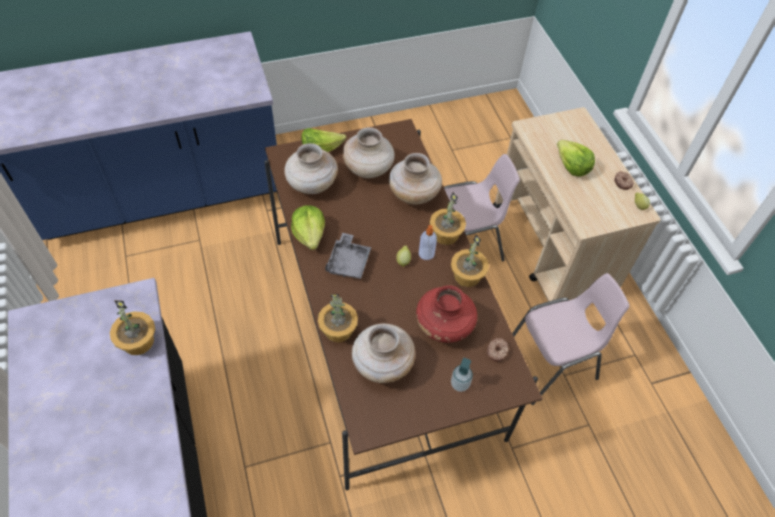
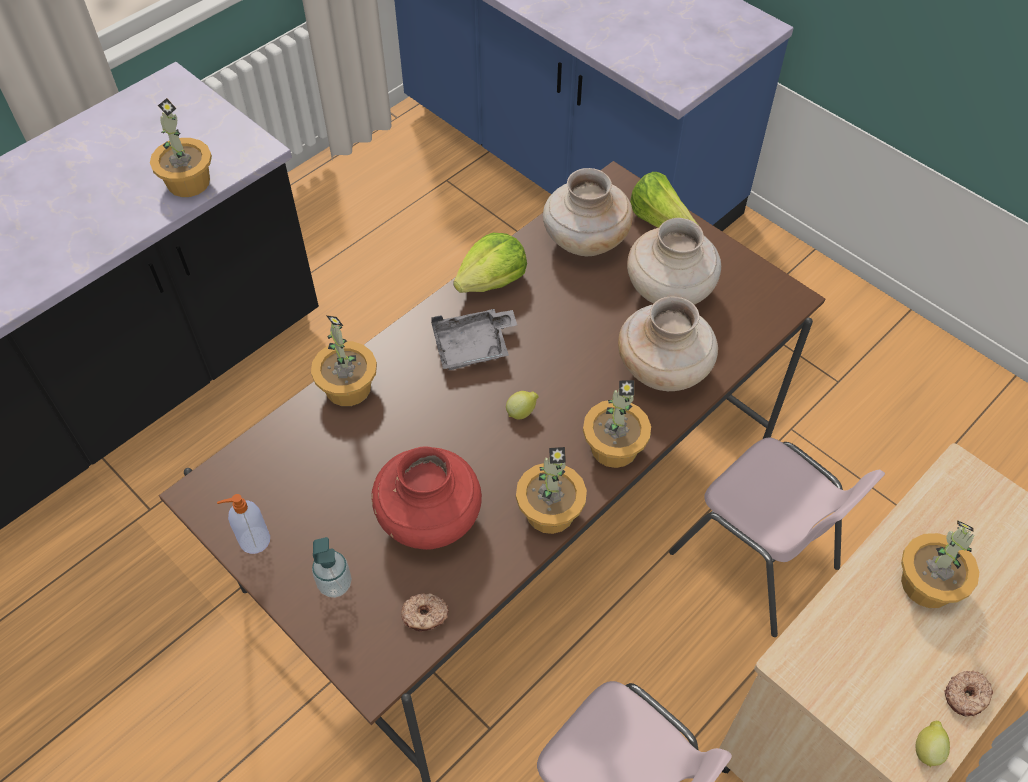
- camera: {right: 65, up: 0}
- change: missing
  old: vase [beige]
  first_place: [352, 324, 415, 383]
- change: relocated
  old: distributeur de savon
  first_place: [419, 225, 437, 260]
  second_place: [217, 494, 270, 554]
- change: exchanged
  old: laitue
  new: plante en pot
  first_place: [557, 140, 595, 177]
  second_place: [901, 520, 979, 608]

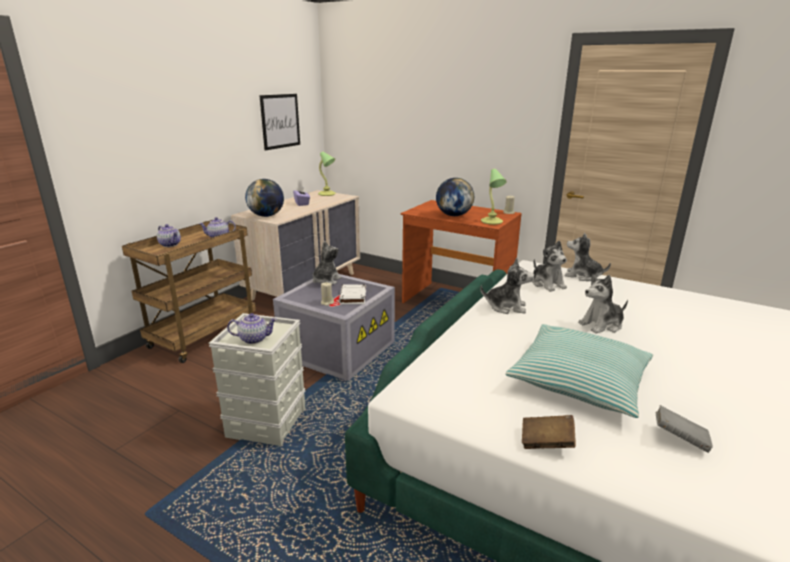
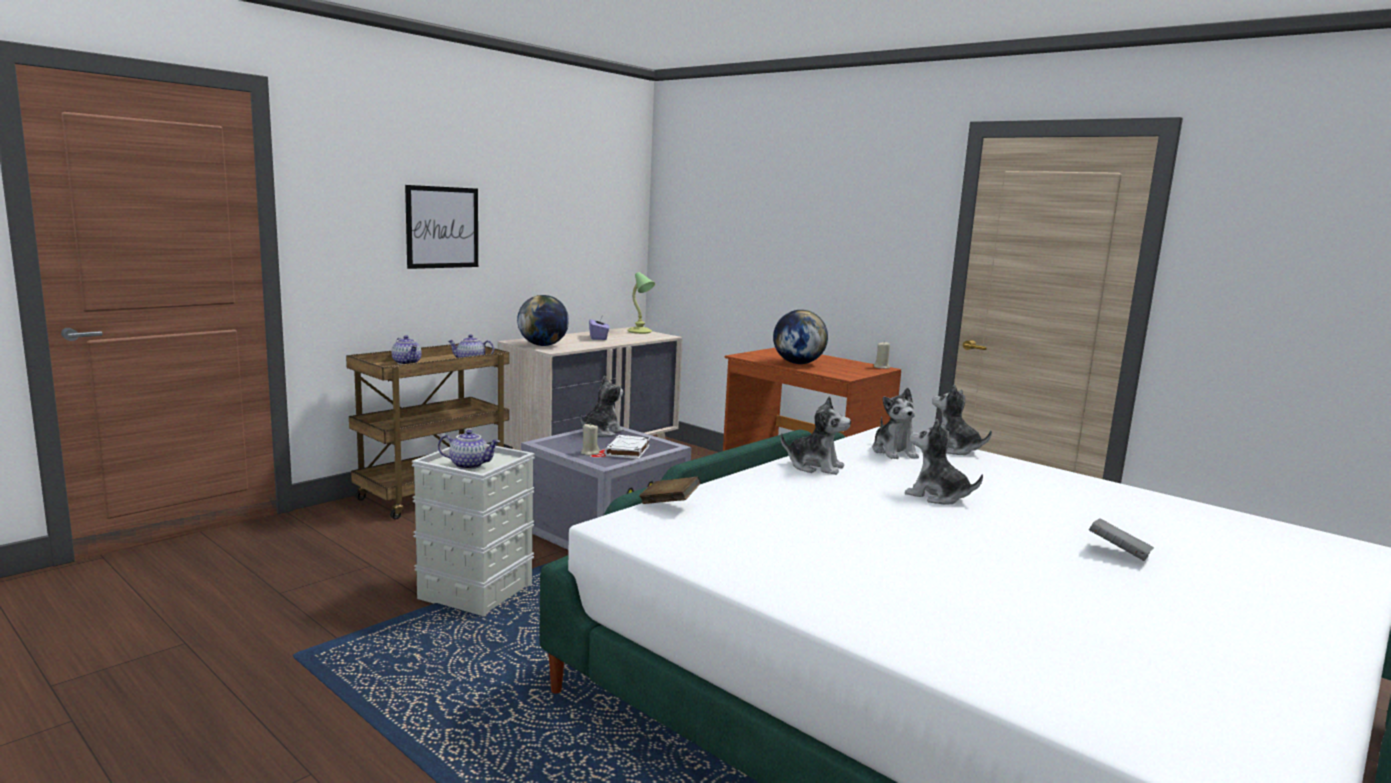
- camera: {right: 10, up: -10}
- change: relocated
  old: tableau
  first_place: [259, 94, 300, 150]
  second_place: [405, 185, 478, 269]
- change: missing
  old: lampe de table
  first_place: [481, 169, 507, 225]
- change: missing
  old: coussin
  first_place: [505, 324, 653, 418]
- change: relocated
  old: livre [marron]
  first_place: [522, 415, 576, 449]
  second_place: [639, 477, 700, 504]
- change: spun
  old: peluche
  first_place: [578, 275, 628, 334]
  second_place: [905, 419, 983, 505]
  degrees: 45
- change: relocated
  old: livre [gris]
  first_place: [656, 405, 713, 453]
  second_place: [1089, 518, 1154, 561]

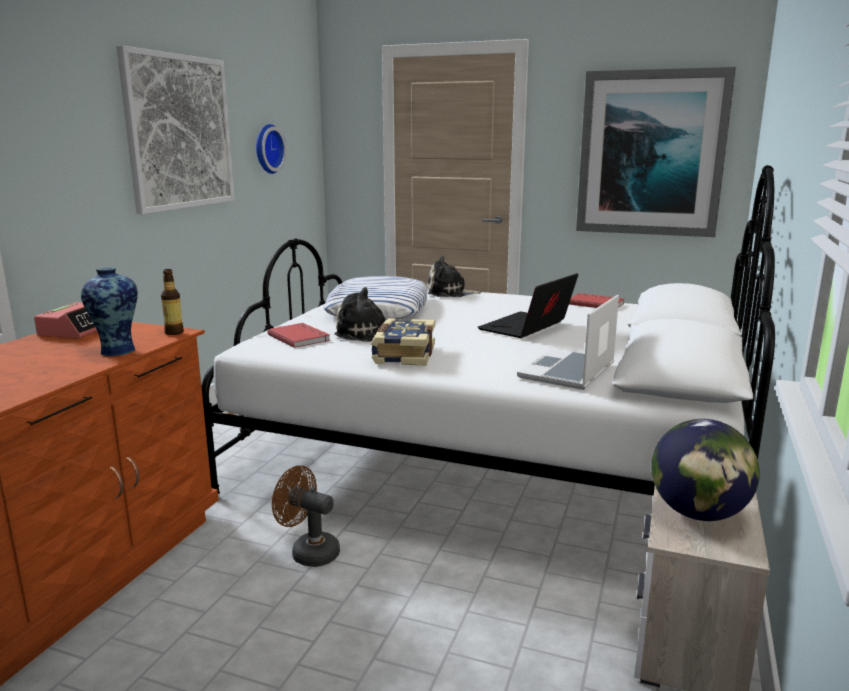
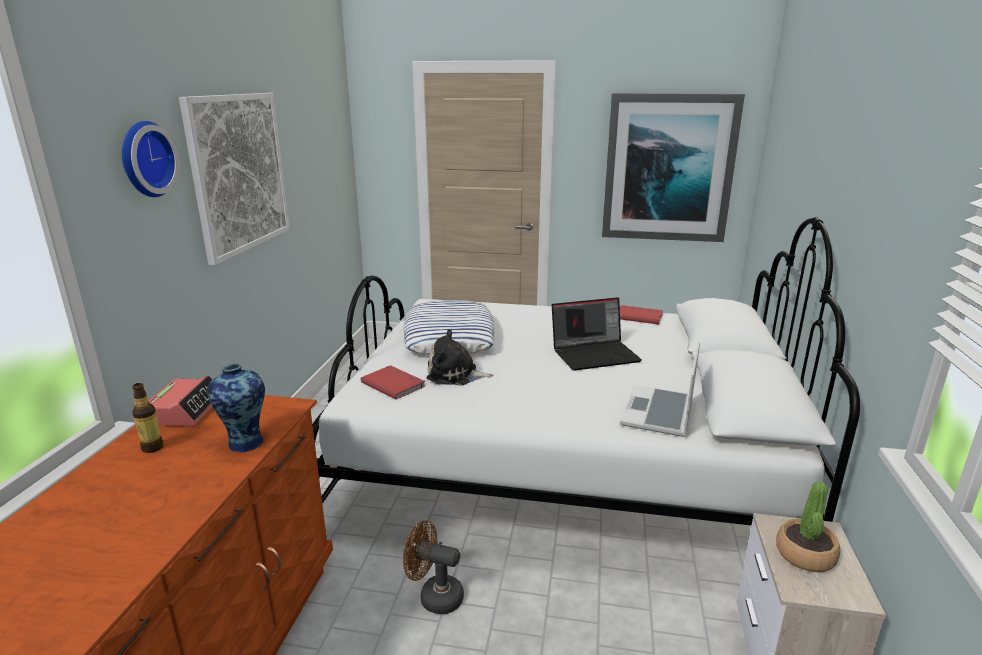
- camera: {right: -10, up: 5}
- change: relocated
  old: bouteille
  first_place: [161, 269, 184, 335]
  second_place: [132, 383, 164, 453]
- change: relocated
  old: horloge murale
  first_place: [256, 124, 286, 174]
  second_place: [122, 121, 179, 197]
- change: missing
  old: livre
  first_place: [371, 318, 435, 366]
- change: missing
  old: peluche
  first_place: [428, 256, 482, 297]
- change: spun
  old: ordinateur portable
  first_place: [478, 273, 578, 338]
  second_place: [552, 297, 642, 371]
  degrees: -135
- change: exchanged
  old: globe
  new: plante en pot
  first_place: [651, 419, 760, 521]
  second_place: [776, 481, 840, 572]

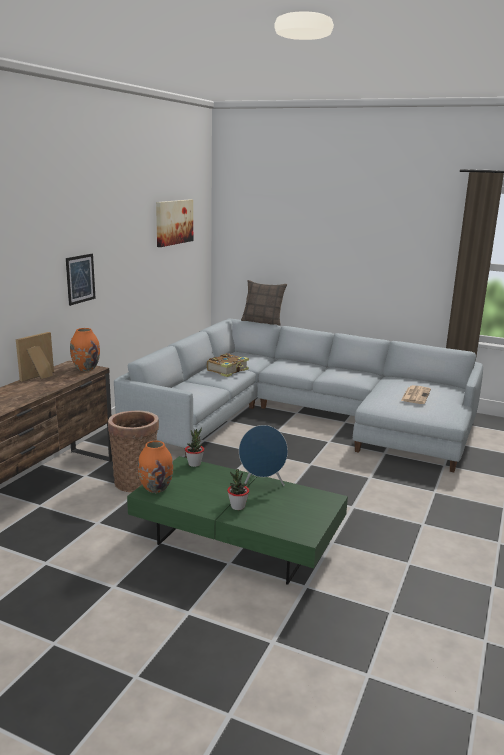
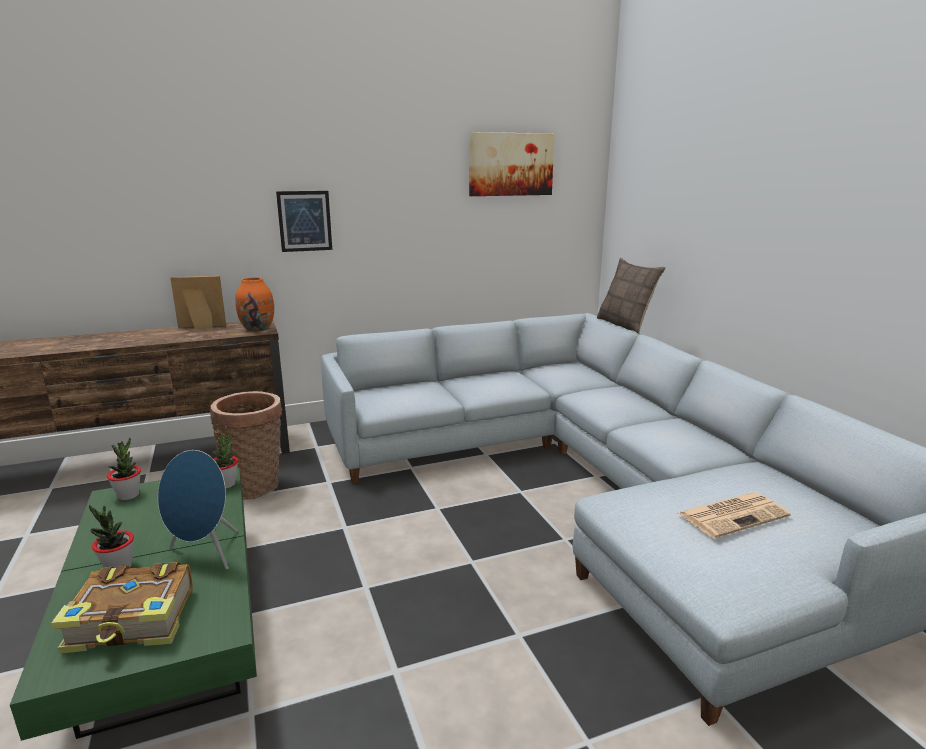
- camera: {right: 45, up: 0}
- change: exchanged
  old: vase [orange]
  new: plante en pot
  first_place: [138, 441, 173, 493]
  second_place: [107, 438, 141, 500]
- change: relocated
  old: livre
  first_place: [207, 353, 249, 377]
  second_place: [51, 562, 193, 653]

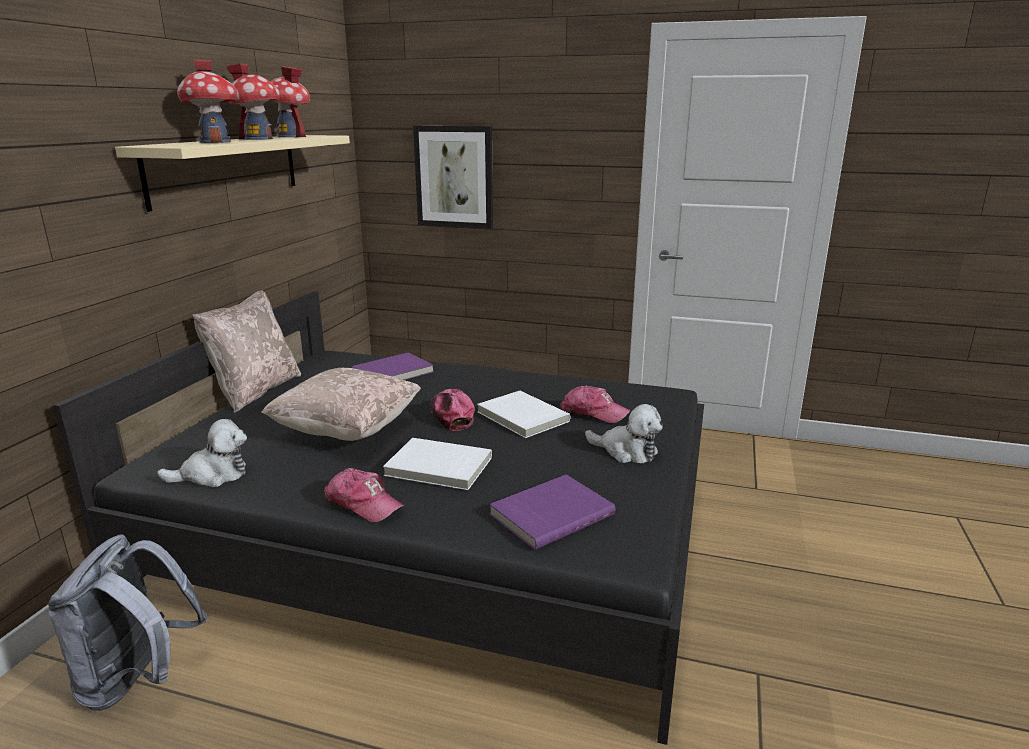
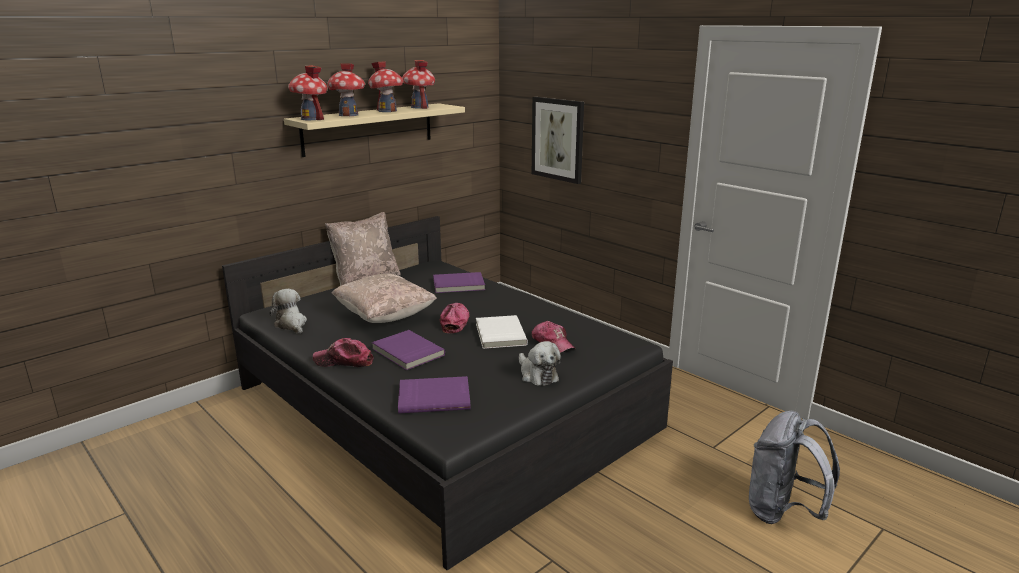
- camera: {right: 30, up: 0}
- change: relocated
  old: sac à dos [gris]
  first_place: [48, 534, 207, 711]
  second_place: [749, 411, 840, 524]
- change: spun
  old: peluche
  first_place: [157, 419, 247, 488]
  second_place: [269, 289, 307, 334]
  degrees: -135
- change: spun
  old: casquette
  first_place: [324, 468, 405, 523]
  second_place: [313, 338, 373, 367]
  degrees: 120
- change: colour
  old: livre [blanc]
  new: livre [violet]
  first_place: [383, 438, 492, 490]
  second_place: [372, 330, 445, 370]
- change: appeared
  new: maison miniature
  second_place: [288, 65, 327, 120]

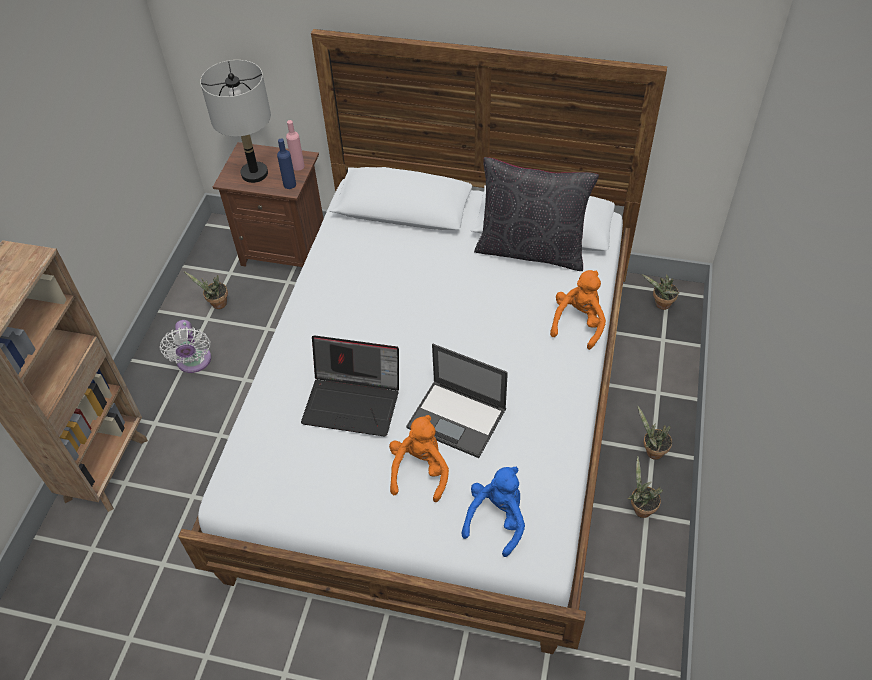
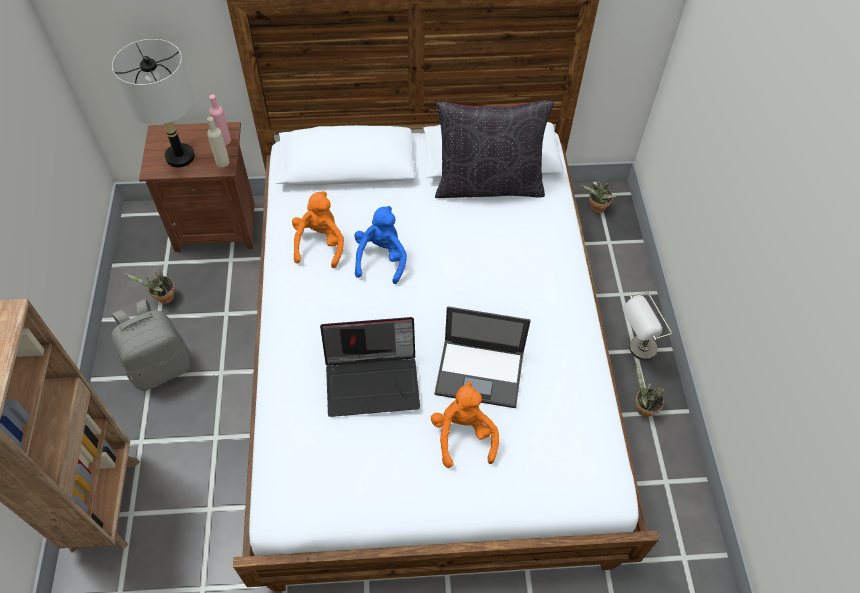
- camera: {right: -20, up: 5}
- change: exchanged
  old: ventilateur [blanc]
  new: sac à dos [gris]
  first_place: [160, 320, 211, 373]
  second_place: [111, 299, 191, 391]
- change: colour
  old: bouteille [bleu]
  new: bouteille [beige]
  first_place: [277, 139, 296, 189]
  second_place: [207, 117, 230, 167]
- change: relocated
  old: peluche [bleu]
  first_place: [462, 467, 525, 557]
  second_place: [354, 206, 407, 284]
- change: relocated
  old: peluche [orange]
  first_place: [550, 270, 606, 350]
  second_place: [292, 191, 344, 268]
- change: exchanged
  old: plante en pot
  new: lampe de table [gris]
  first_place: [637, 406, 672, 460]
  second_place: [623, 292, 672, 360]

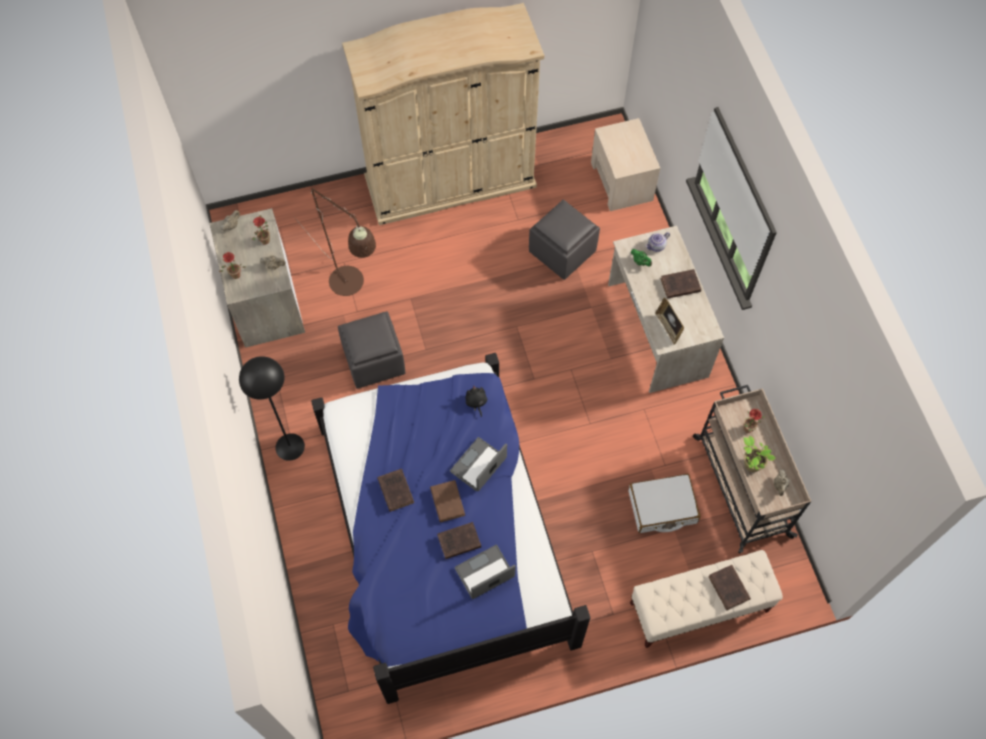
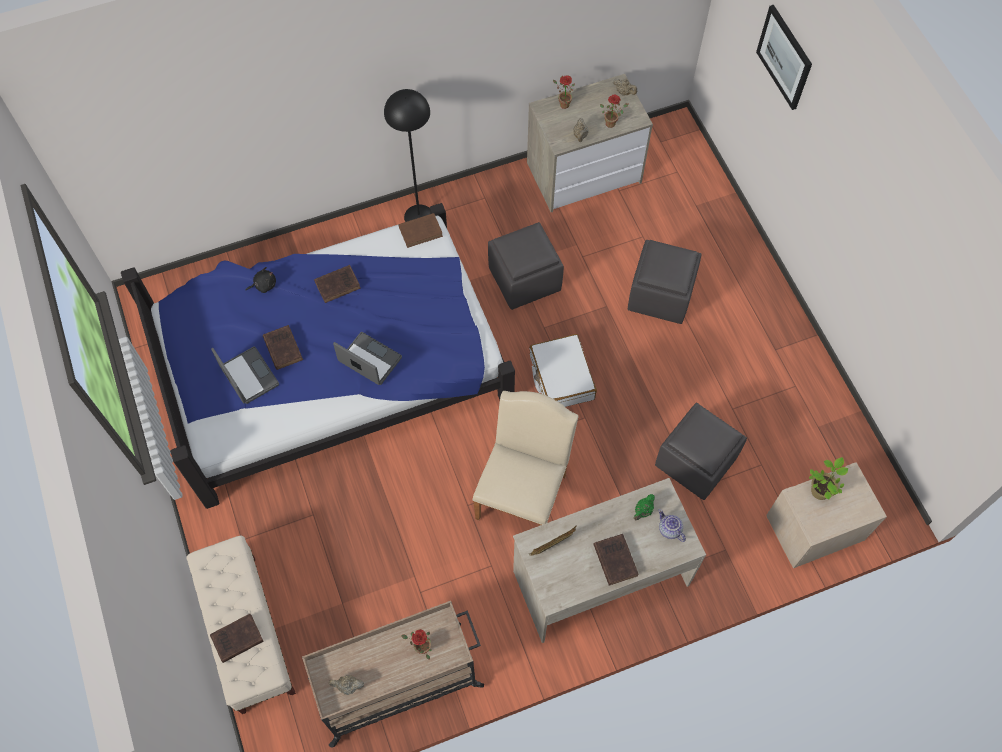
- camera: {right: 85, up: 0}
- change: missing
  old: lampadaire [marron]
  first_place: [293, 188, 376, 296]
- change: missing
  old: armoire [beige]
  first_place: [342, 3, 544, 225]
- change: relocated
  old: livre [marron]
  first_place: [430, 480, 465, 522]
  second_place: [398, 213, 443, 248]
- change: relocated
  old: peluche [noir]
  first_place: [466, 385, 487, 417]
  second_place: [246, 267, 276, 293]
- change: relocated
  old: valise [blanc]
  first_place: [628, 474, 701, 533]
  second_place: [529, 334, 597, 407]
- change: relocated
  old: plante en pot
  first_place: [743, 436, 776, 472]
  second_place: [809, 457, 848, 500]
- change: appeared
  new: chaise [beige]
  second_place: [472, 391, 578, 526]
- change: appeared
  new: pouf [gris]
  second_place: [628, 240, 701, 324]
- change: appeared
  new: tableau
  second_place: [756, 5, 812, 110]

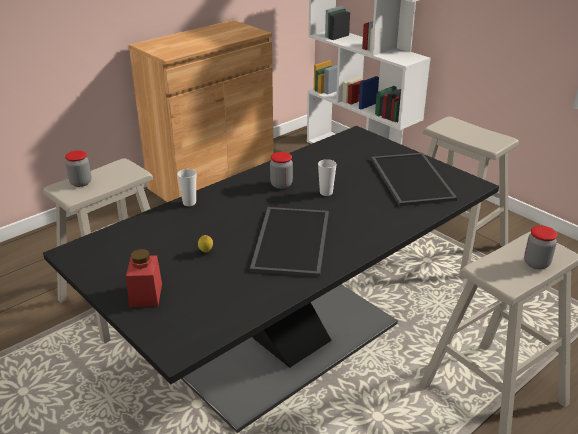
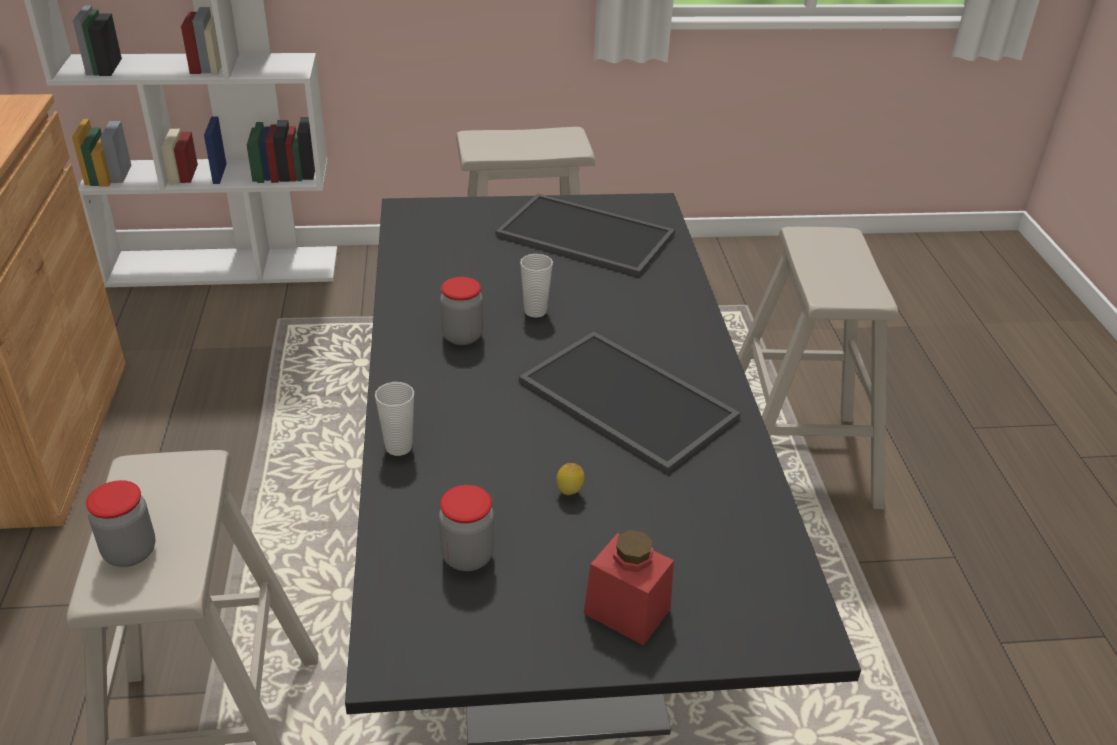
- camera: {right: -55, up: 5}
- change: relocated
  old: bocal
  first_place: [524, 226, 558, 270]
  second_place: [439, 485, 494, 571]

